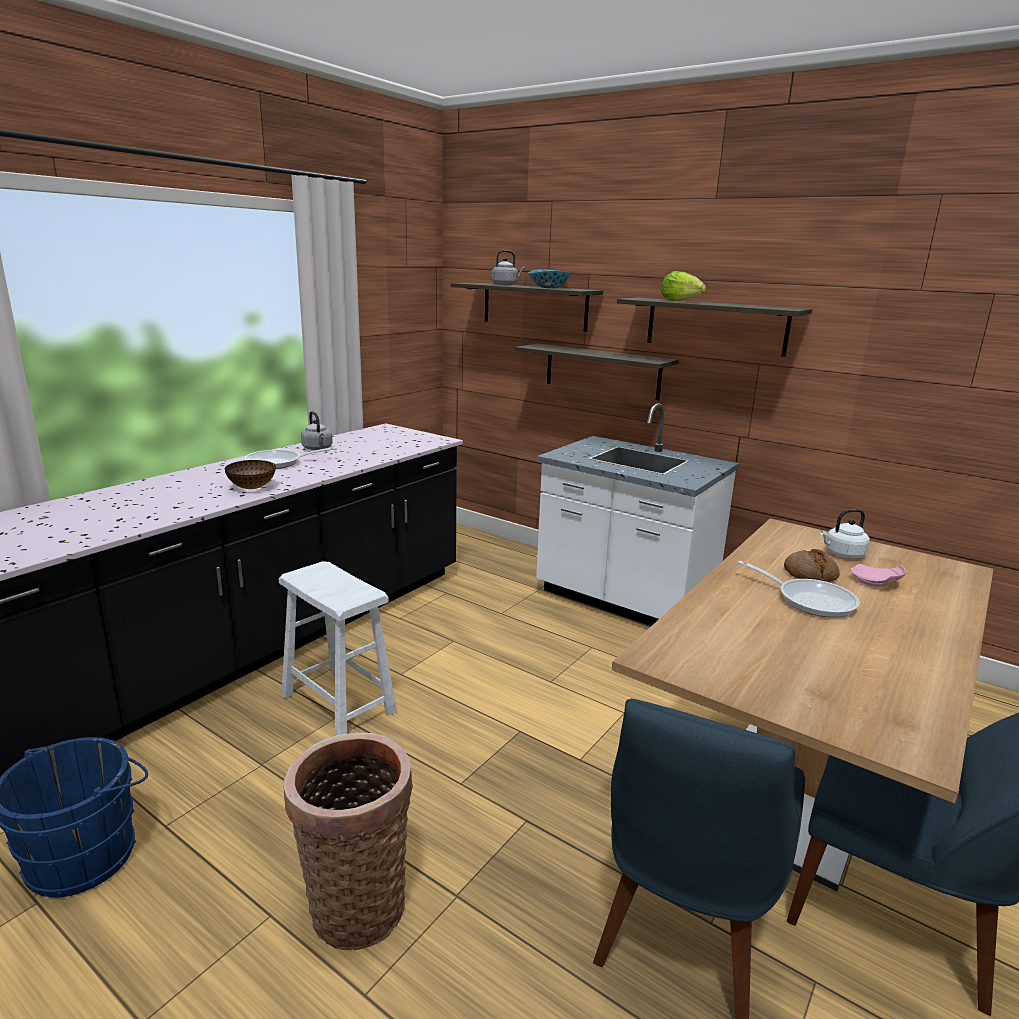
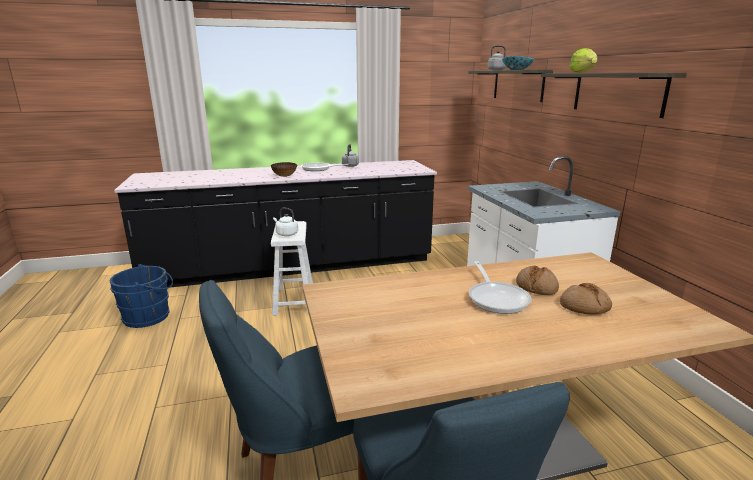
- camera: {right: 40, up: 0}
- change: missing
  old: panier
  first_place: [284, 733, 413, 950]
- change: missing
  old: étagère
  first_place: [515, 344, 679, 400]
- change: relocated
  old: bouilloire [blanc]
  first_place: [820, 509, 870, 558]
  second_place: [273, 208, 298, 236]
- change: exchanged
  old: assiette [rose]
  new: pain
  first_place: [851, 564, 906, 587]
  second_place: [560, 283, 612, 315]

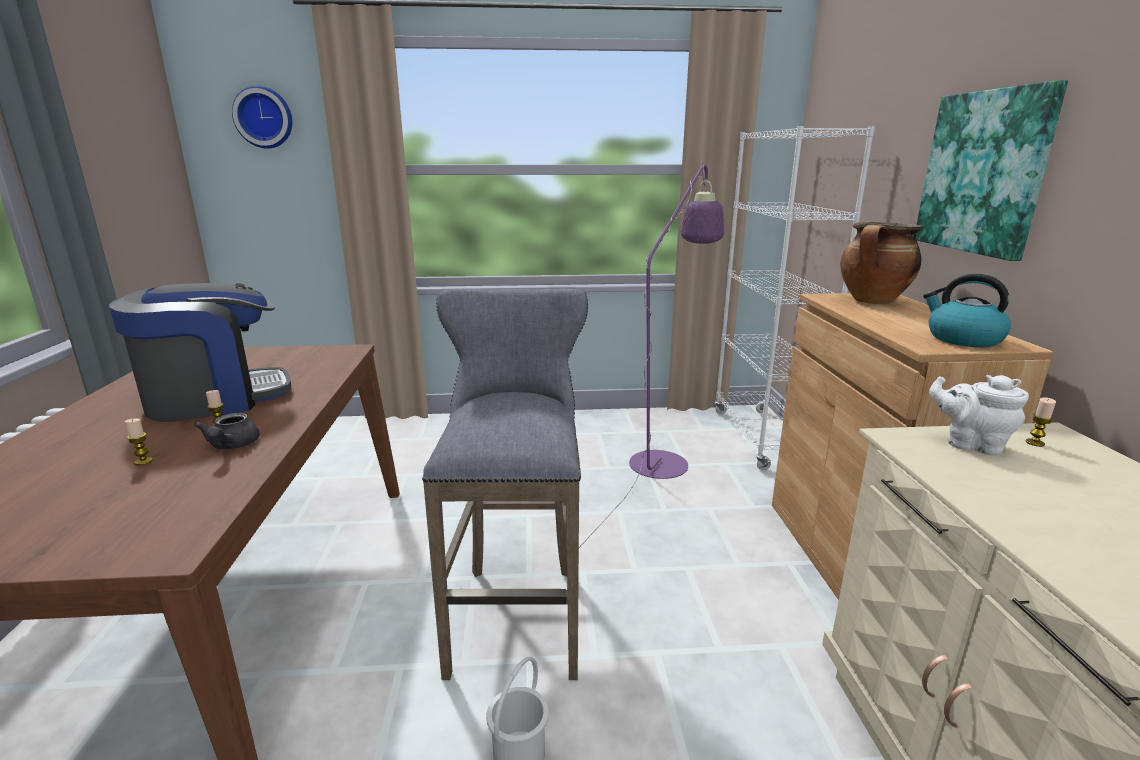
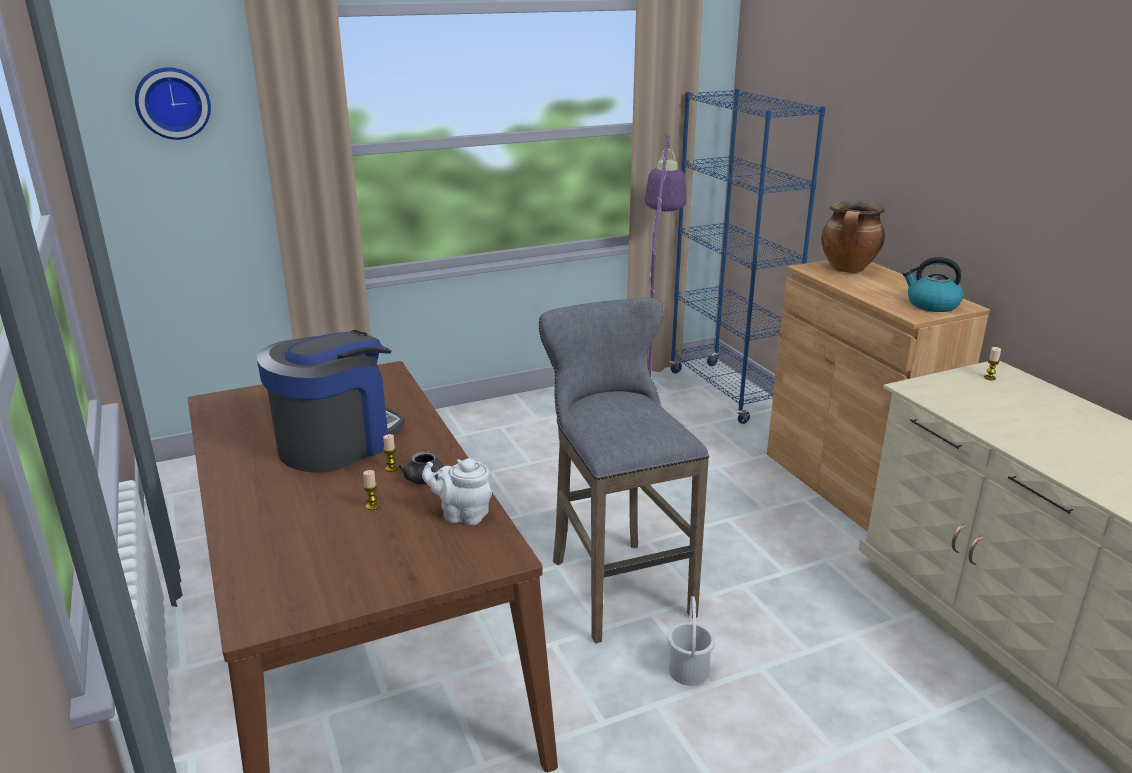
- camera: {right: -20, up: 5}
- change: colour
  old: bibliothèque [blanc]
  new: bibliothèque [bleu]
  first_place: [714, 126, 875, 470]
  second_place: [669, 89, 826, 424]
- change: missing
  old: tableau
  first_place: [916, 80, 1068, 261]
- change: relocated
  old: théière [blanc]
  first_place: [929, 375, 1029, 456]
  second_place: [422, 458, 492, 526]

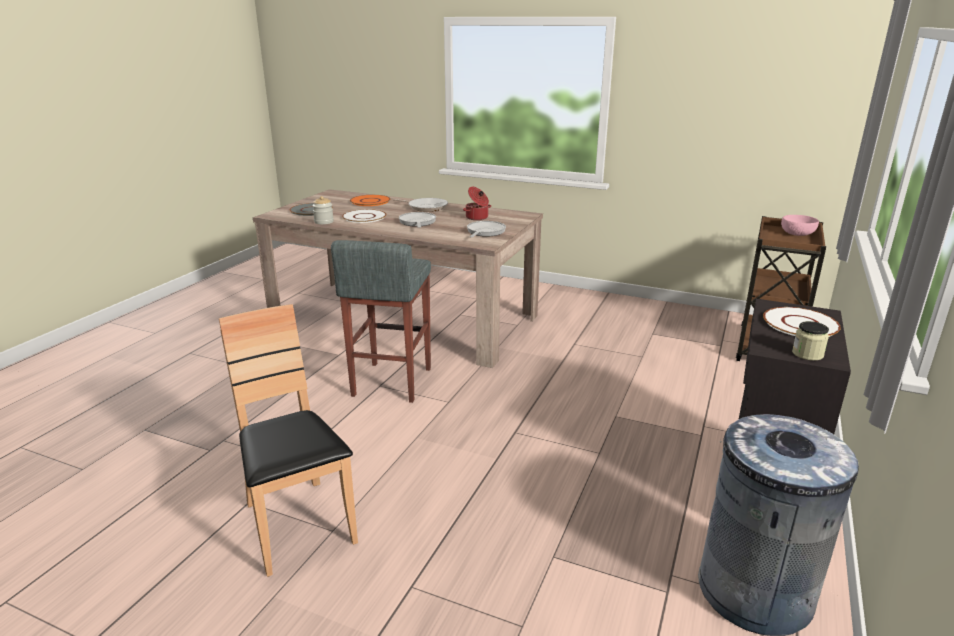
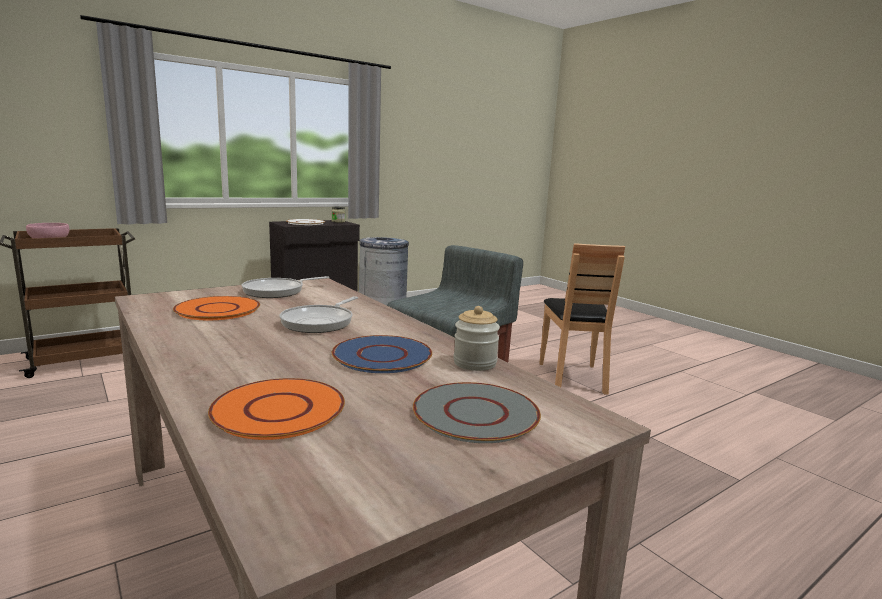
- camera: {right: -150, up: -10}
- change: colour
  old: assiette [blanc]
  new: assiette [bleu]
  first_place: [342, 209, 386, 223]
  second_place: [332, 335, 432, 373]
- change: missing
  old: poêle
  first_place: [393, 198, 448, 212]
- change: exchanged
  old: marmite
  new: assiette [orange]
  first_place: [463, 187, 491, 220]
  second_place: [173, 296, 260, 320]

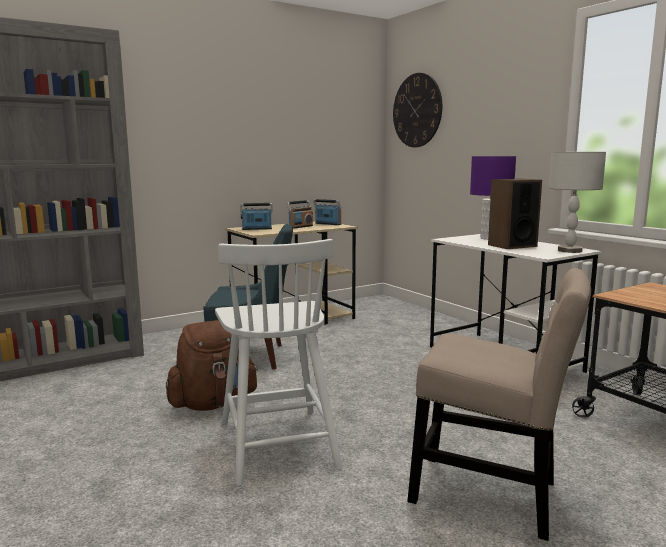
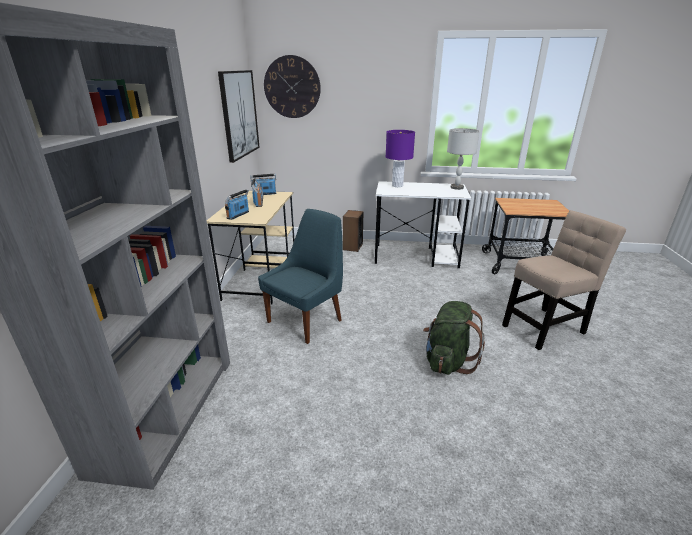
- camera: {right: -50, up: 15}
- change: missing
  old: sac à dos [marron]
  first_place: [166, 320, 258, 411]
- change: exchanged
  old: chaise [blanc]
  new: sac à dos [vert]
  first_place: [215, 239, 343, 486]
  second_place: [423, 301, 485, 375]
- change: relocated
  old: enceinte
  first_place: [488, 179, 542, 249]
  second_place: [343, 210, 363, 252]
- change: appeared
  new: tableau
  second_place: [218, 70, 260, 163]

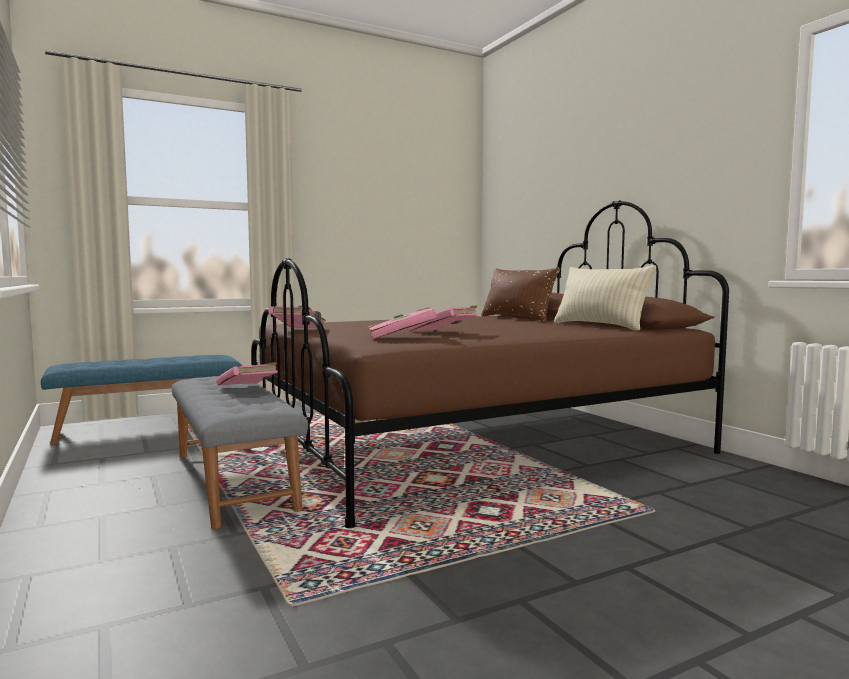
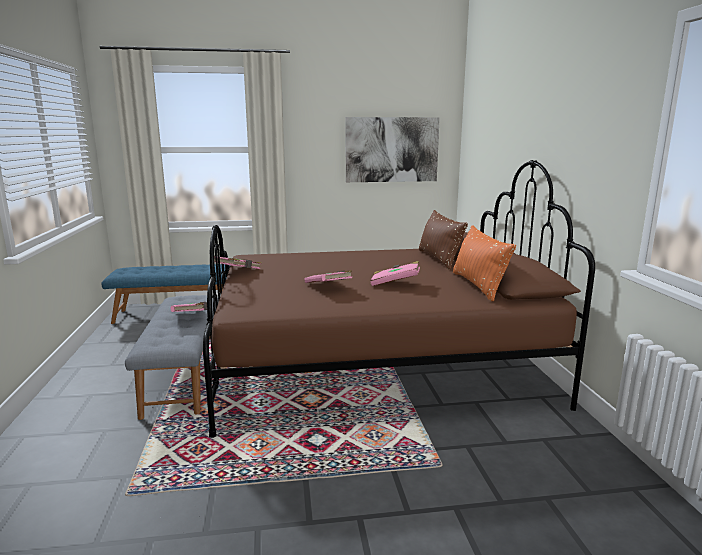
- camera: {right: 20, up: 10}
- change: relocated
  old: livre [rose]
  first_place: [368, 307, 437, 339]
  second_place: [370, 261, 420, 286]
- change: colour
  old: coussin [beige]
  new: coussin [orange]
  first_place: [554, 265, 656, 331]
  second_place: [453, 225, 516, 301]
- change: appeared
  new: tableau
  second_place: [346, 117, 440, 182]

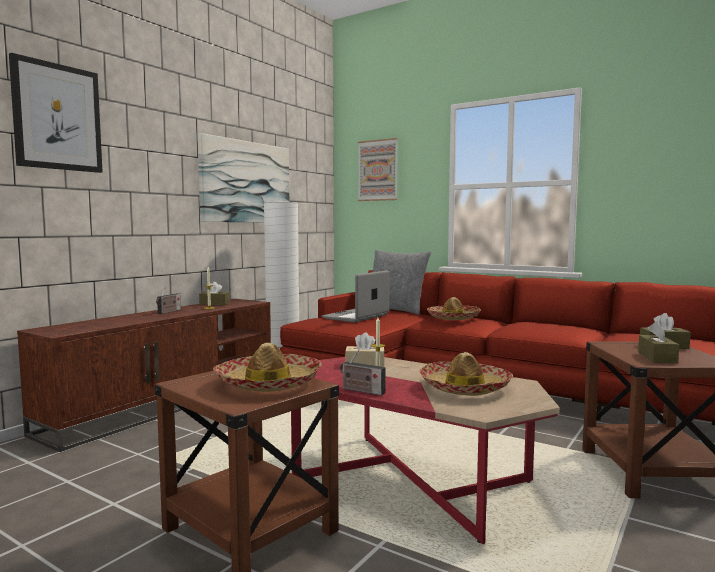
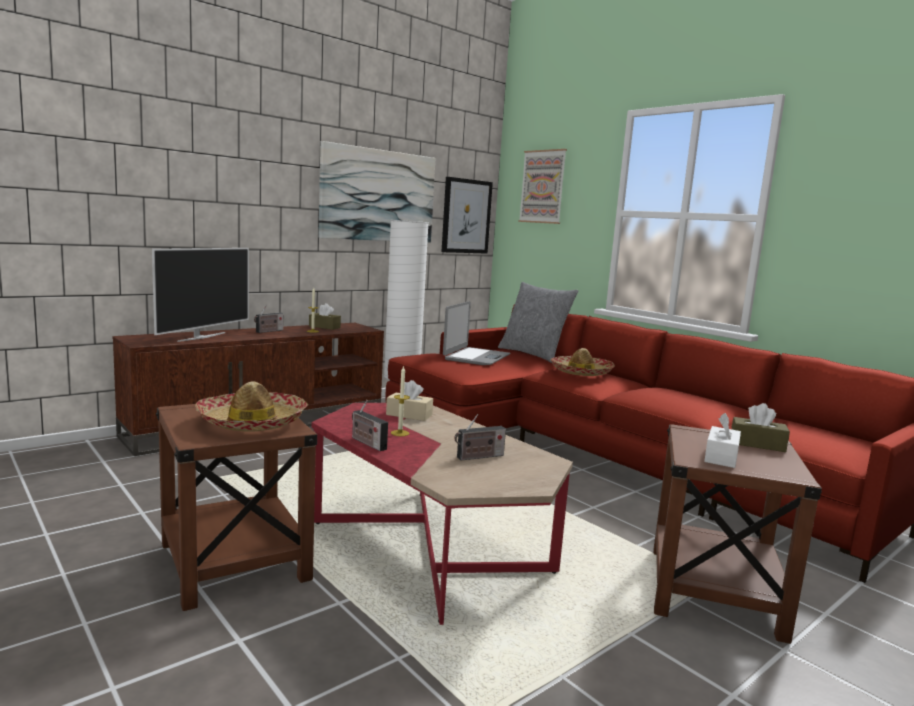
- camera: {right: 15, up: 5}
- change: relocated
  old: tableau
  first_place: [9, 53, 103, 173]
  second_place: [441, 177, 493, 254]
- change: spun
  old: ordinateur portable
  first_place: [321, 271, 389, 322]
  second_place: [443, 301, 510, 365]
  degrees: 150
- change: exchanged
  old: chapeau
  new: radio
  first_place: [419, 352, 513, 396]
  second_place: [454, 414, 506, 461]
- change: colour
  old: boîte à mouchoirs [marron]
  new: boîte à mouchoirs [blanc]
  first_place: [638, 321, 679, 363]
  second_place: [704, 413, 741, 468]
- change: appeared
  new: téléviseur
  second_place: [152, 248, 249, 342]

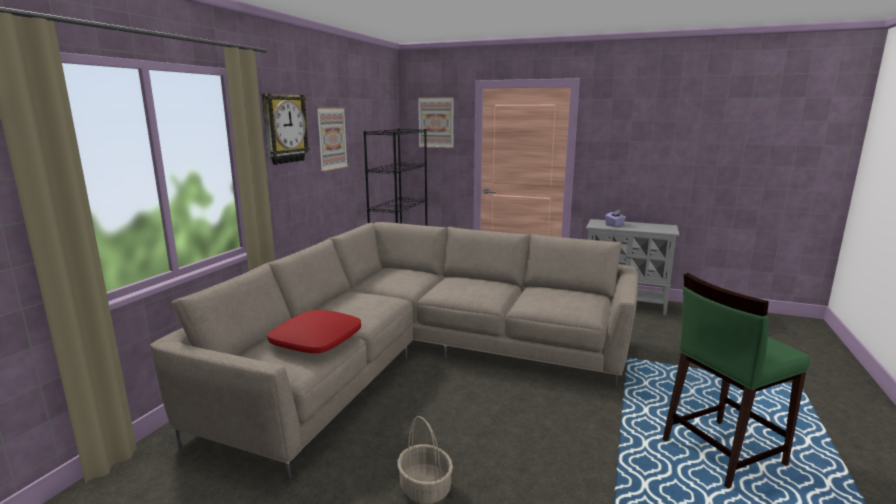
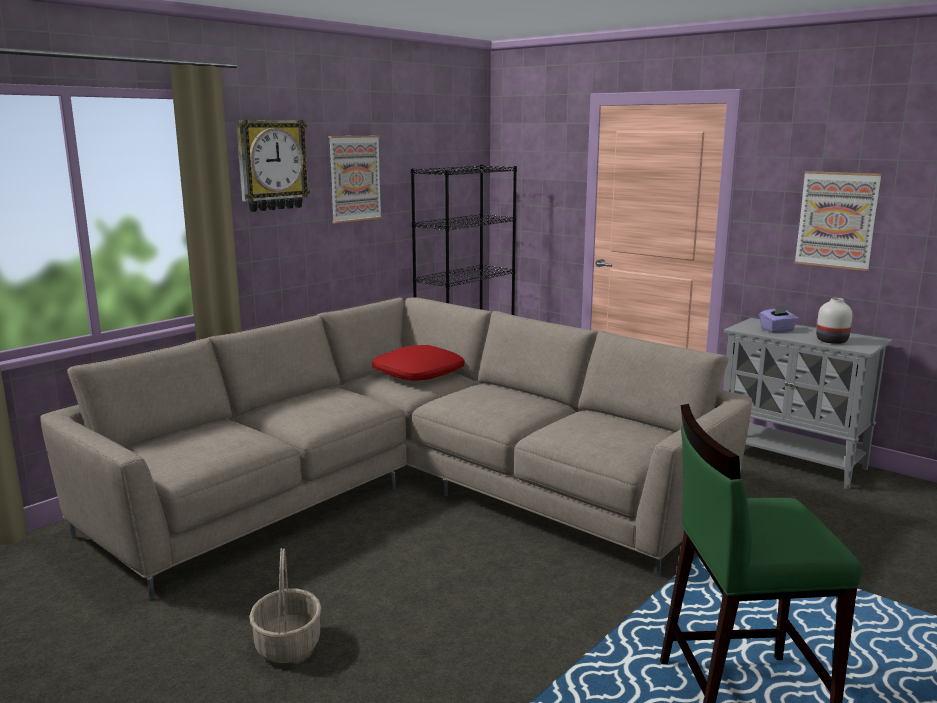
- camera: {right: 20, up: 0}
- change: relocated
  old: coussin [rouge]
  first_place: [267, 310, 361, 353]
  second_place: [372, 345, 464, 381]
- change: relocated
  old: tableau
  first_place: [418, 97, 454, 148]
  second_place: [794, 171, 882, 271]
- change: appeared
  new: vase [blanc]
  second_place: [816, 298, 853, 344]

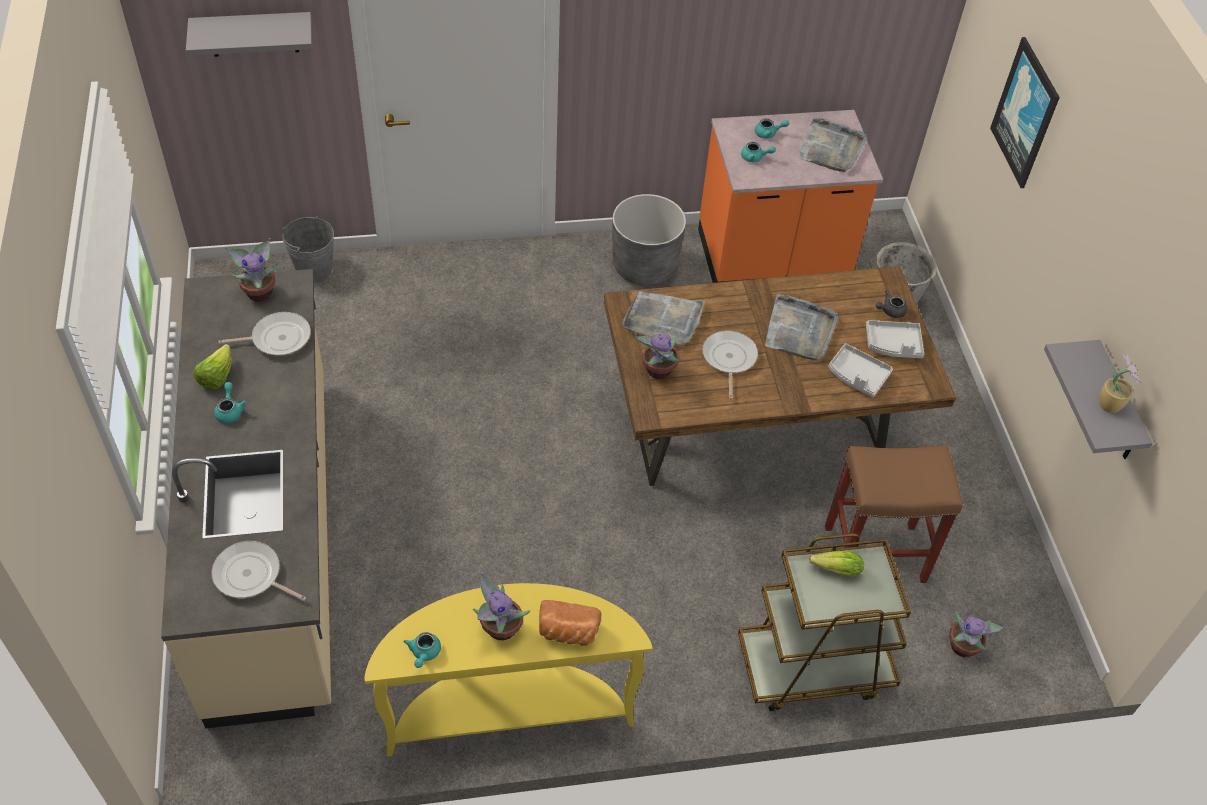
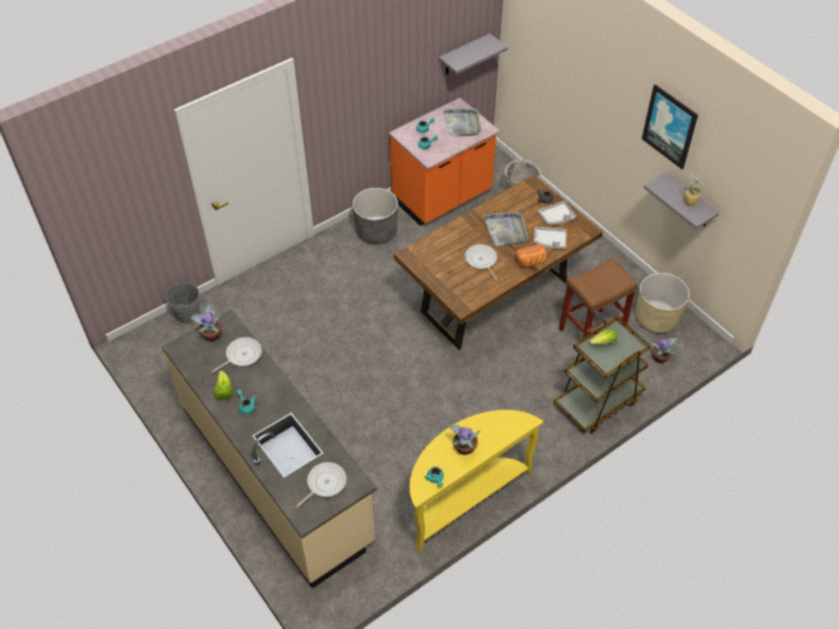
- camera: {right: -25, up: 0}
- change: relocated
  old: étagère [gris]
  first_place: [186, 12, 312, 57]
  second_place: [439, 33, 508, 74]
- change: spun
  old: poêle
  first_place: [211, 541, 306, 601]
  second_place: [295, 462, 347, 508]
  degrees: 135
- change: relocated
  old: pain
  first_place: [539, 600, 602, 646]
  second_place: [515, 244, 547, 268]
- change: missing
  old: plateau [gris]
  first_place: [622, 291, 705, 345]
- change: missing
  old: plante en pot
  first_place: [634, 332, 681, 379]
- change: relocated
  old: tableau
  first_place: [990, 37, 1060, 188]
  second_place: [642, 84, 698, 169]
- change: appeared
  new: cache-pot [beige]
  second_place: [635, 273, 689, 333]

